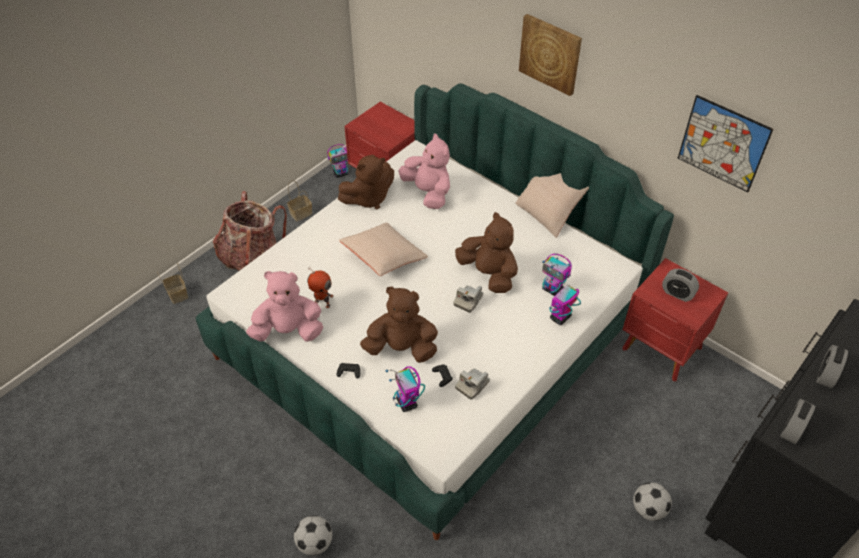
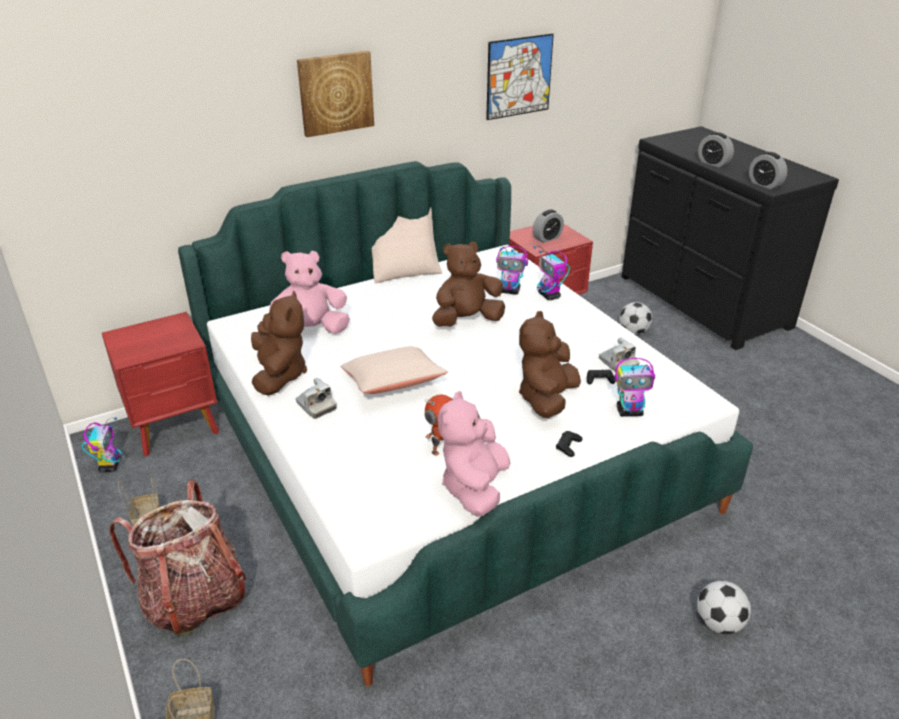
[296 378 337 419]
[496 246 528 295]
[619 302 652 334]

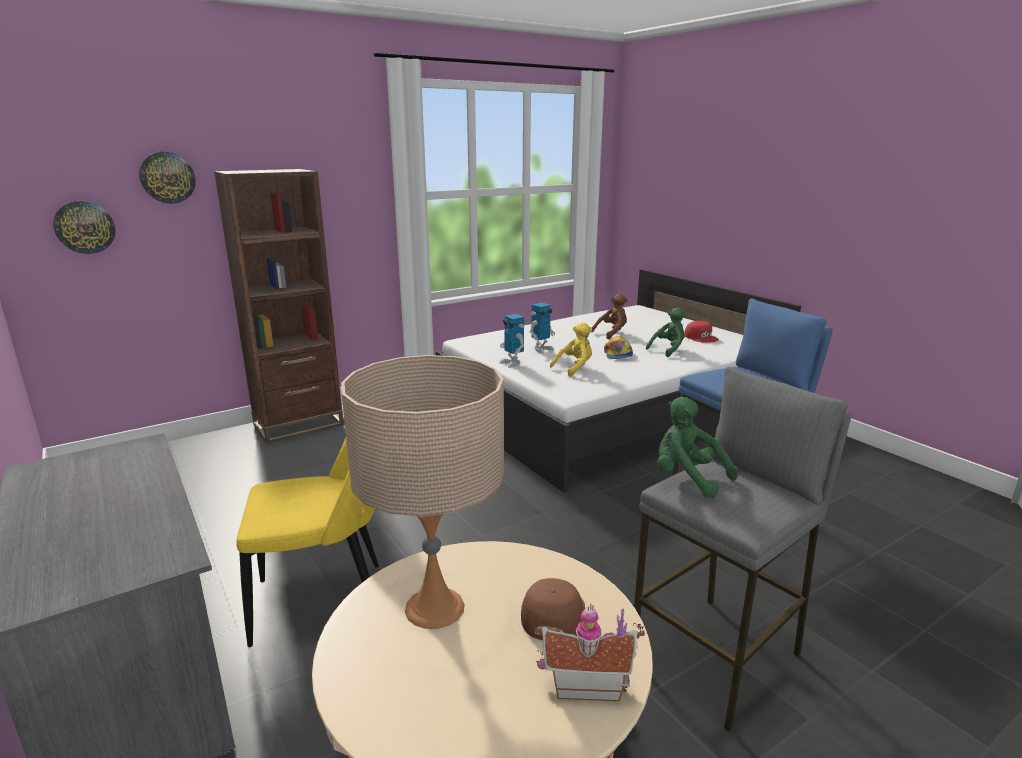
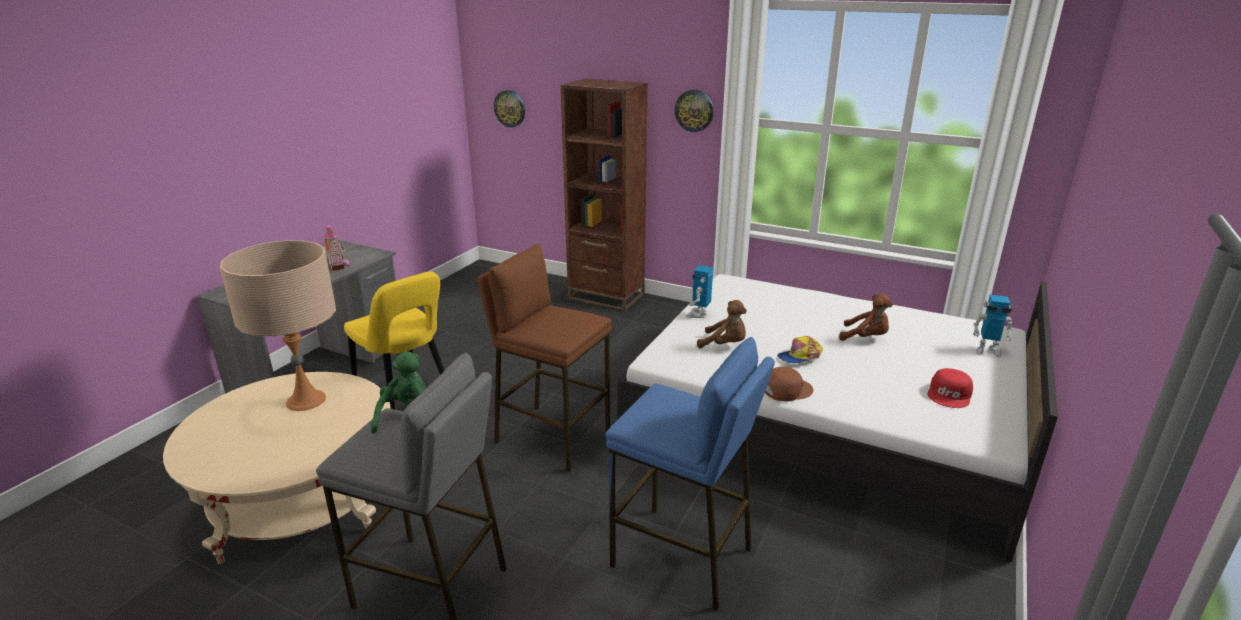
[324 223 350 271]
[477 244 612 472]
[675 90 714 132]
[697 300 747 348]
[765 367 813 401]
[973 295 1012 358]
[646 308 686 357] (first image)

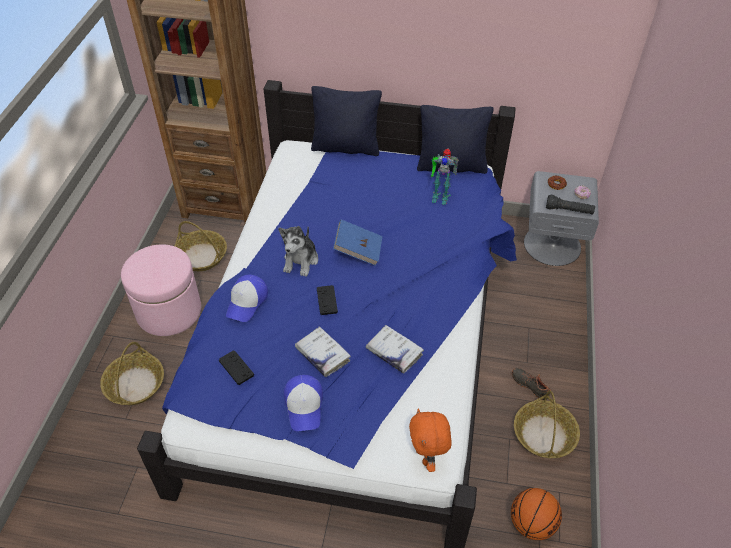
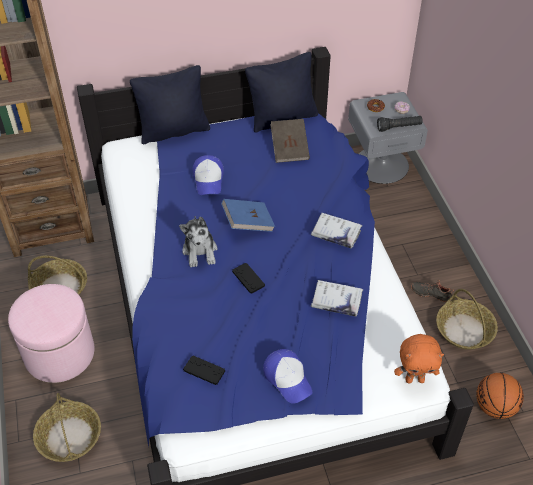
[193 155 224 195]
[270 119 310 163]
[311 213 362 248]
[394 334 444 383]

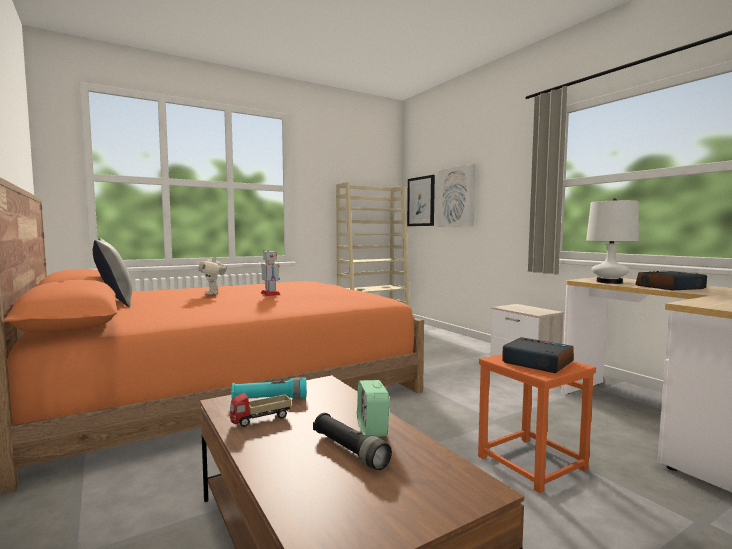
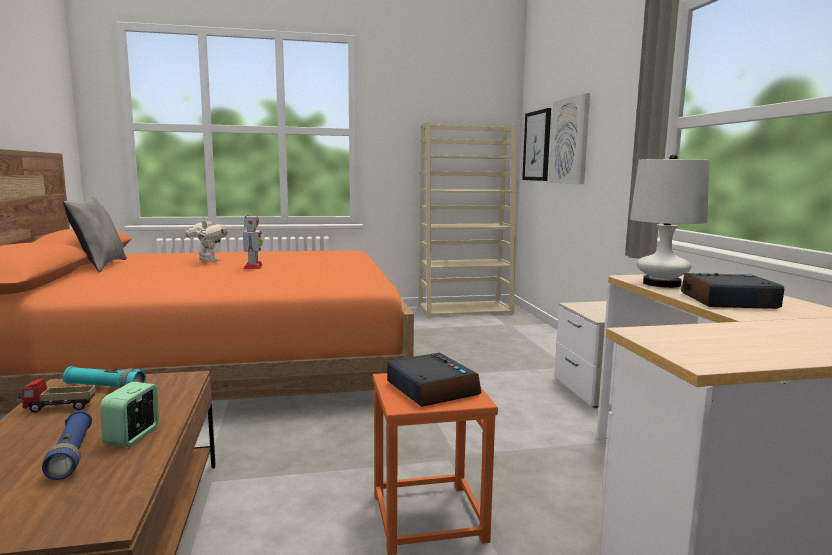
[42 411 92 480]
[185 217 227 262]

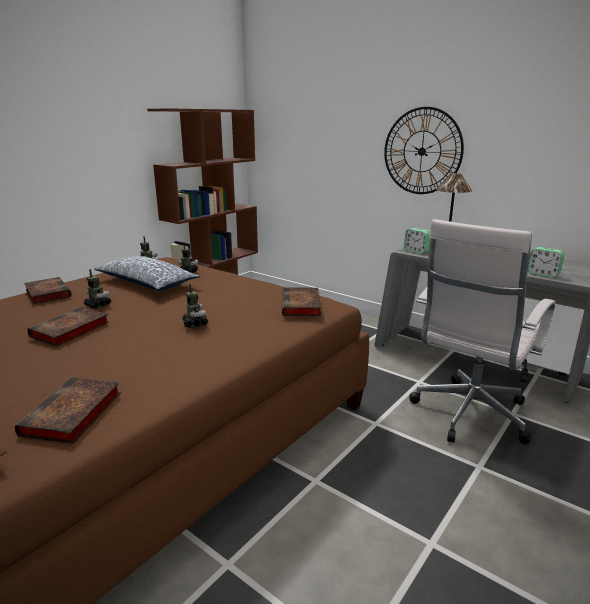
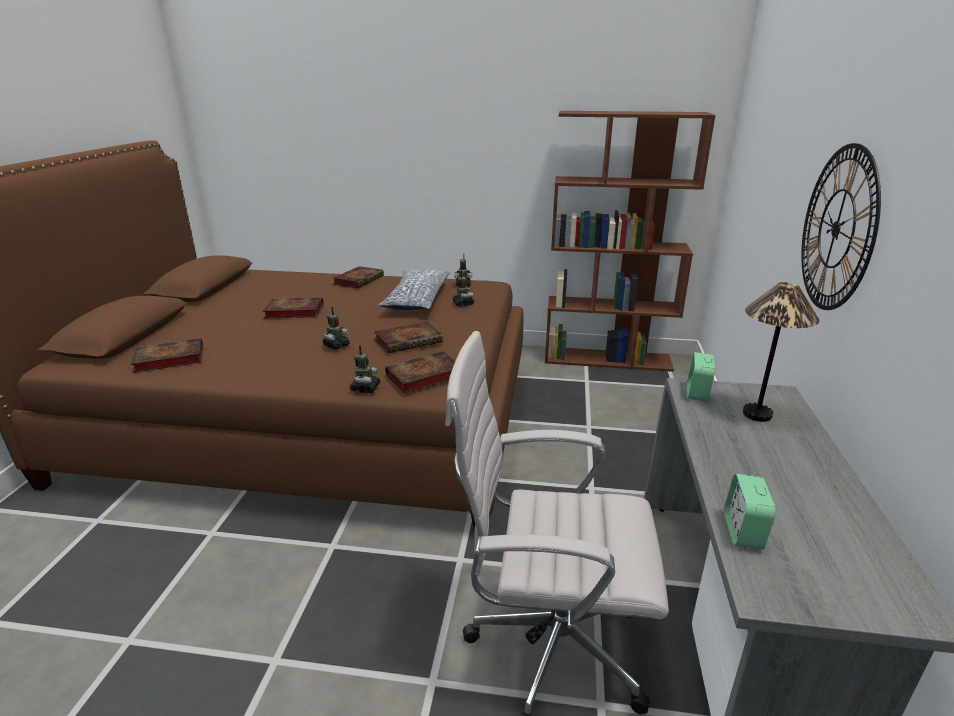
[349 345 380 393]
[374 322 443 353]

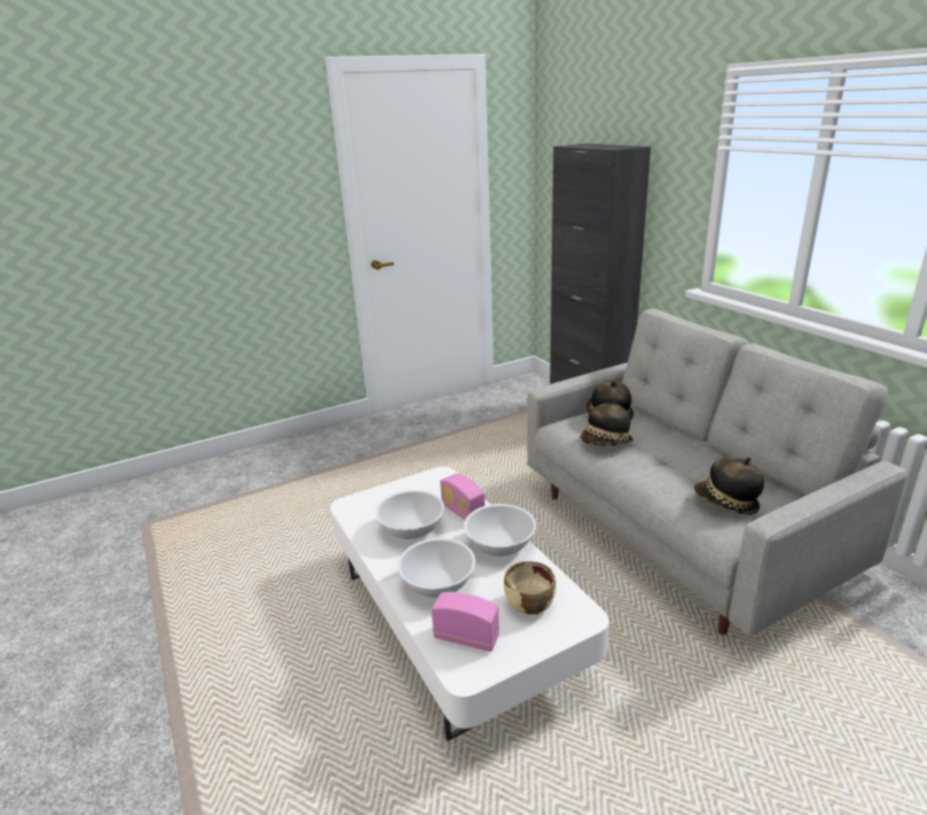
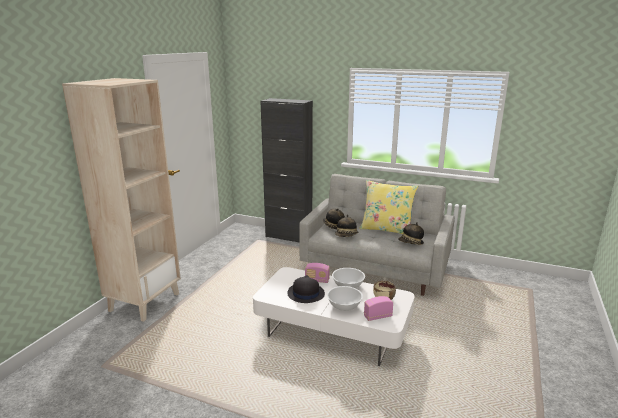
[62 78 181 322]
[287 275 325 303]
[359 180 418 234]

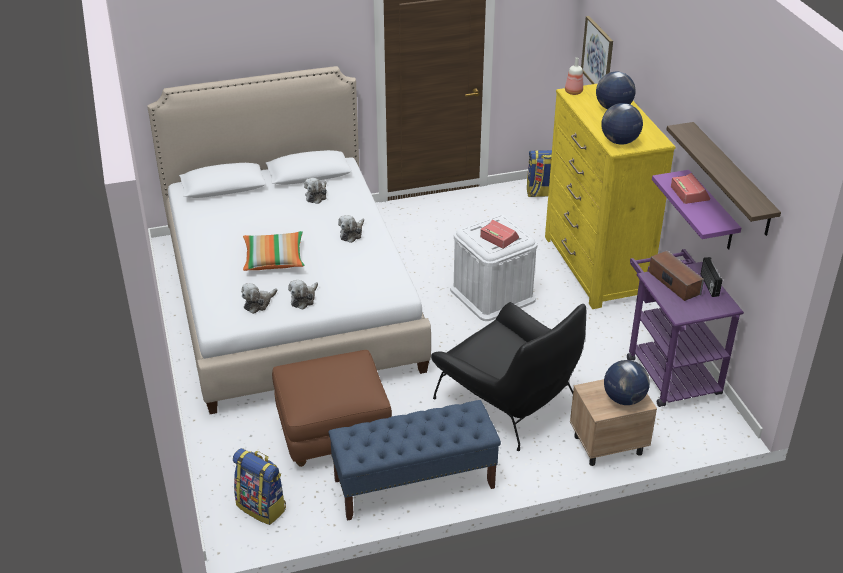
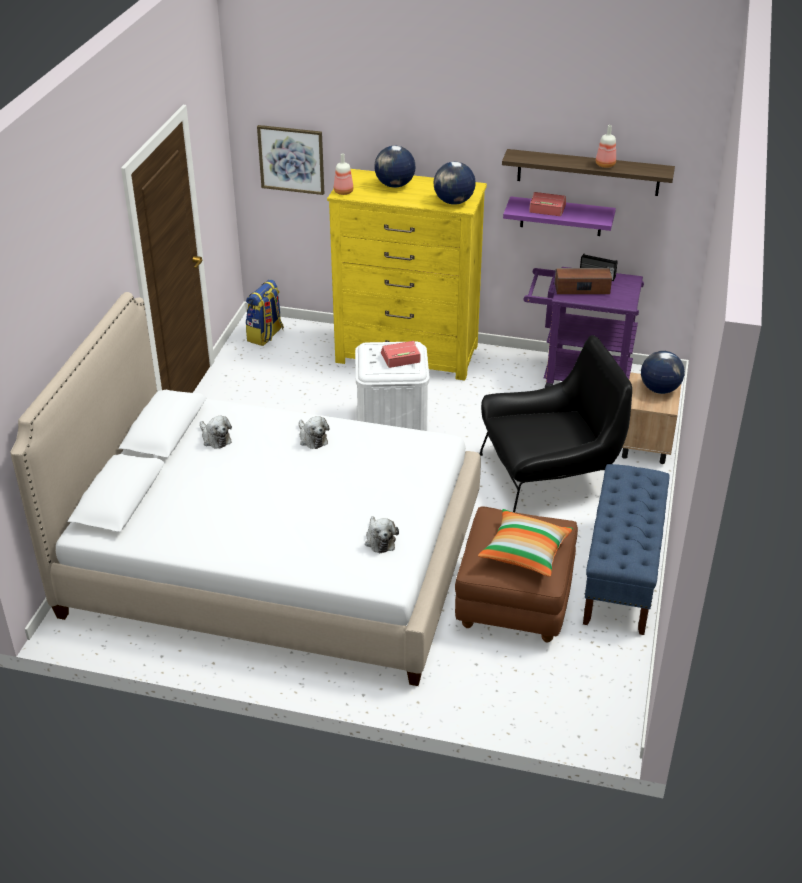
[478 509 573 577]
[596 125 616 168]
[233 448 286 525] (first image)
[288 280 318 310] (first image)

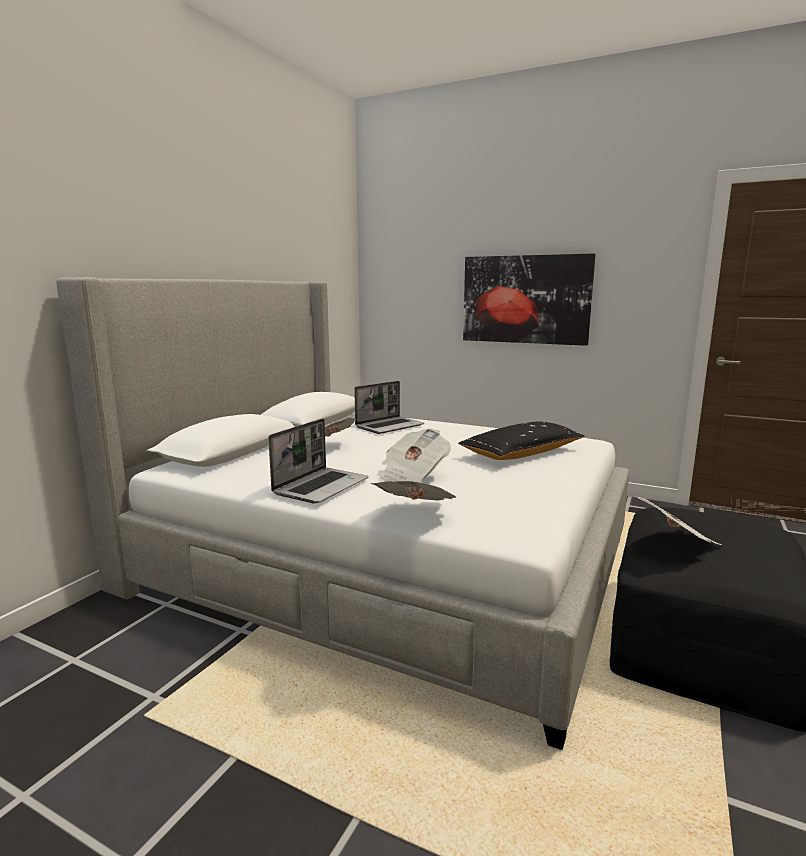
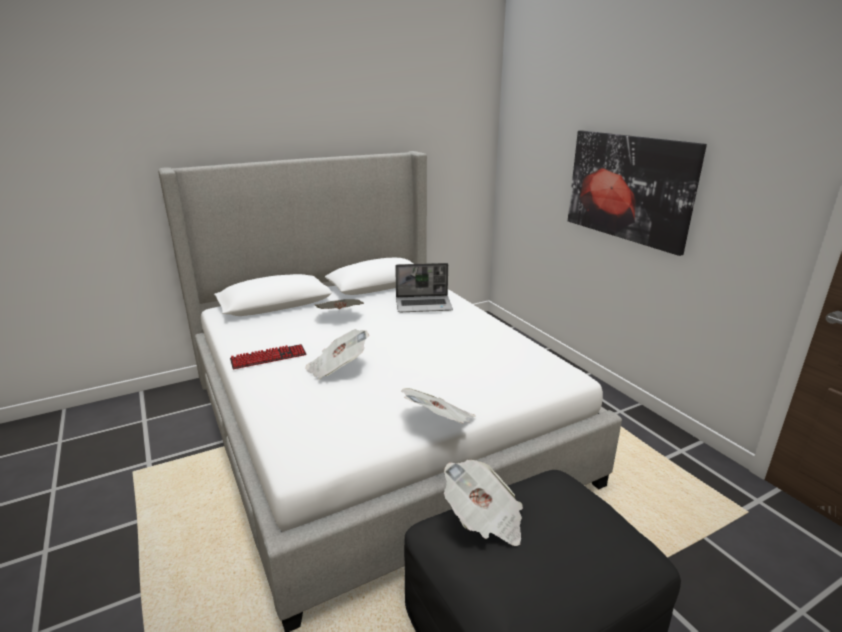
[230 344 306 369]
[401 388 476 423]
[458 421 585 460] (first image)

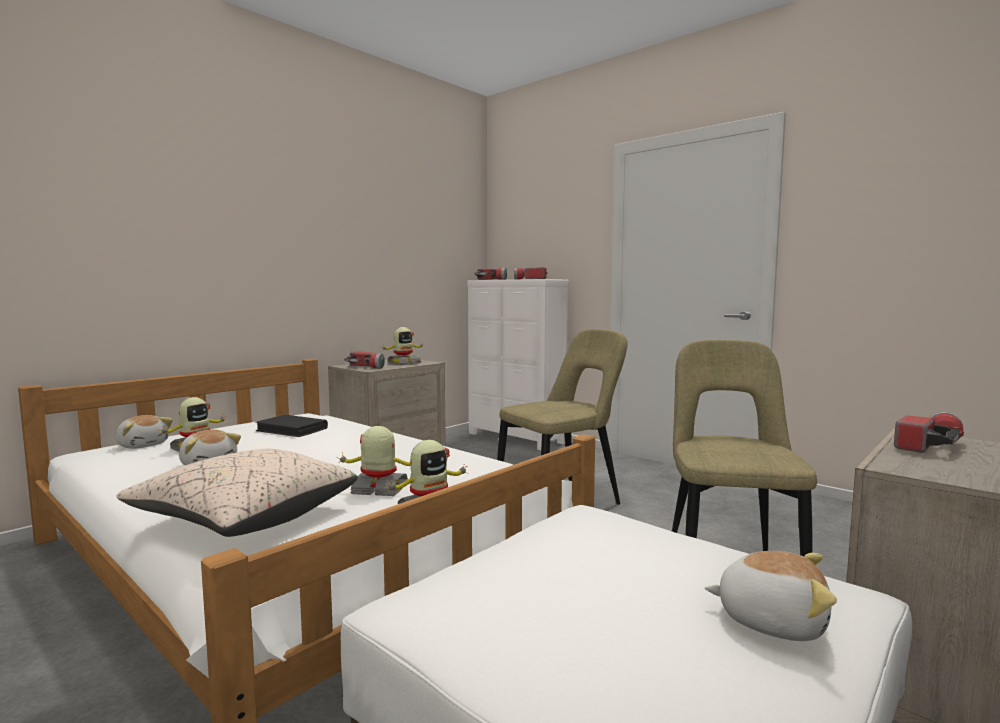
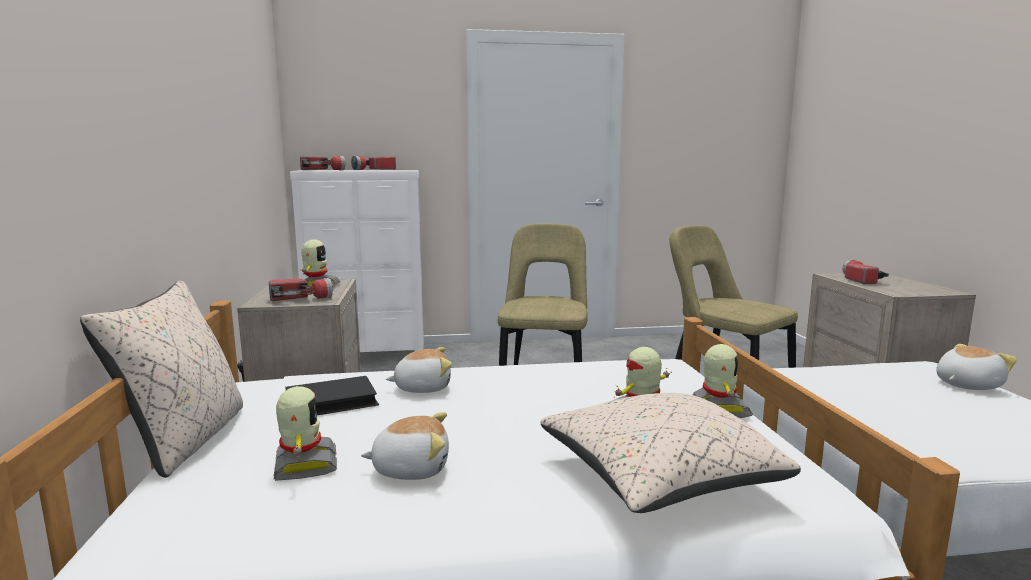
[80 281 243 478]
[386 347 452 393]

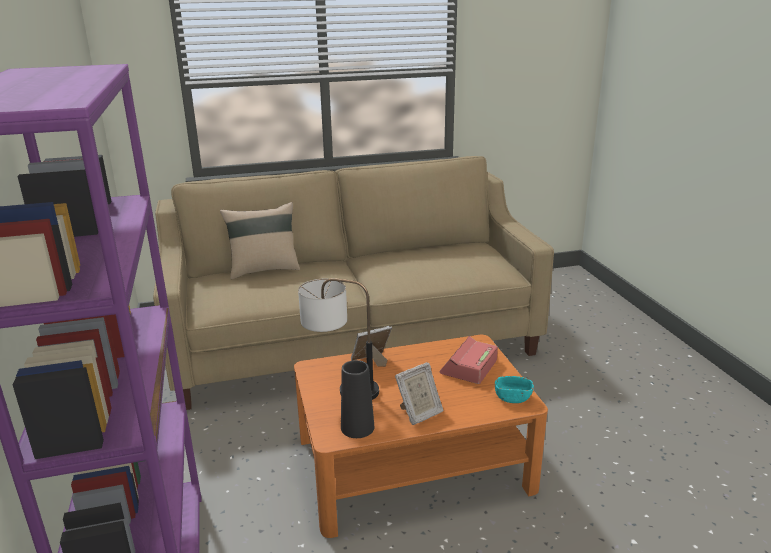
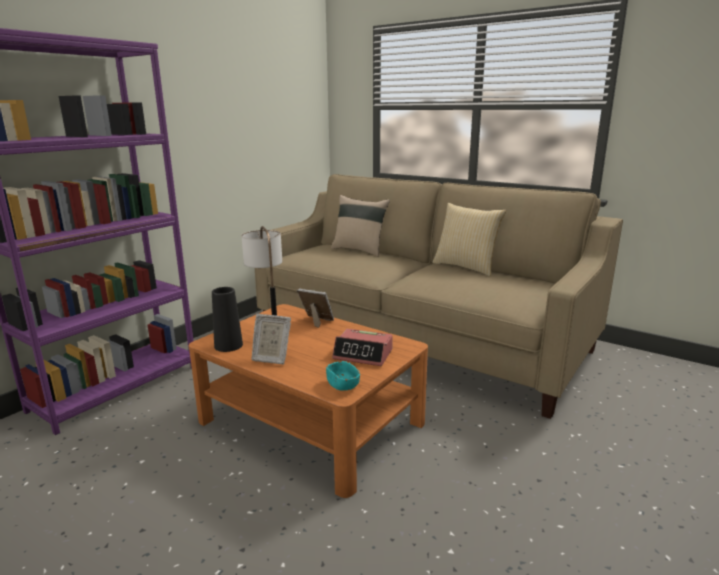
[332 329 393 366]
[433 203 506 276]

